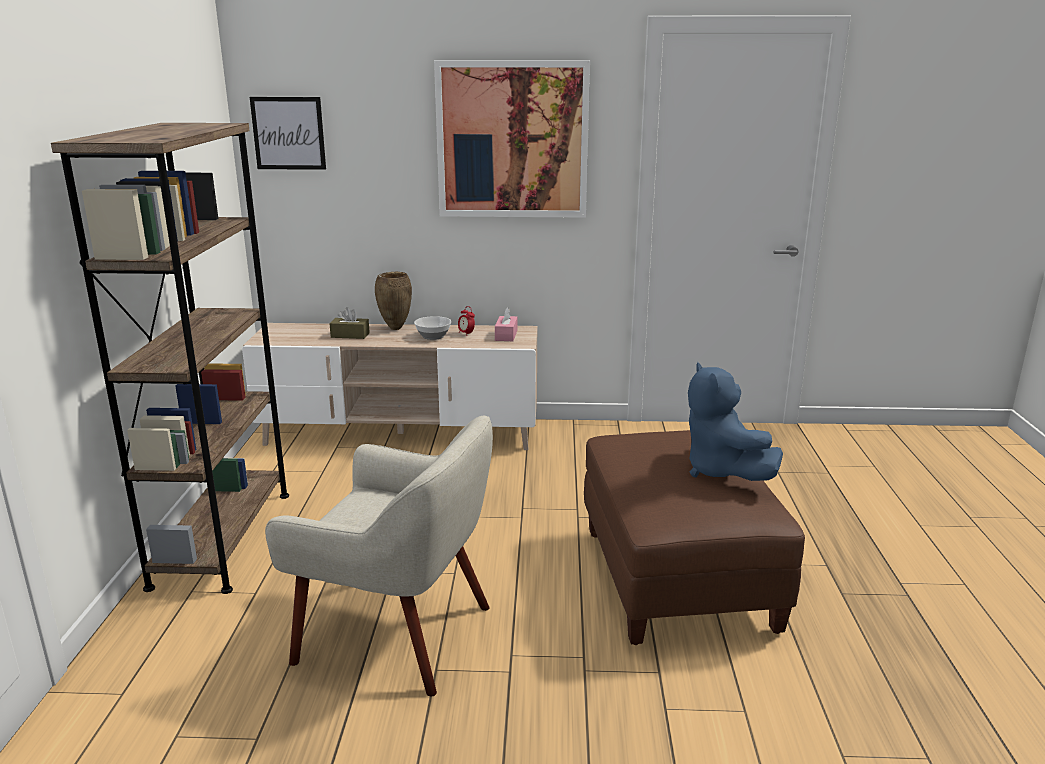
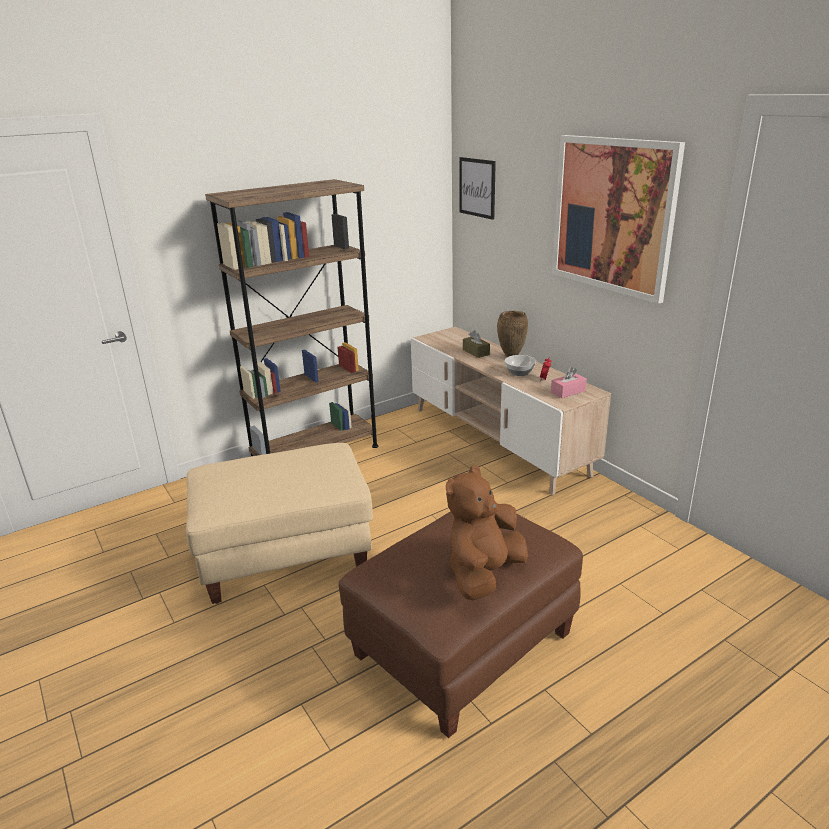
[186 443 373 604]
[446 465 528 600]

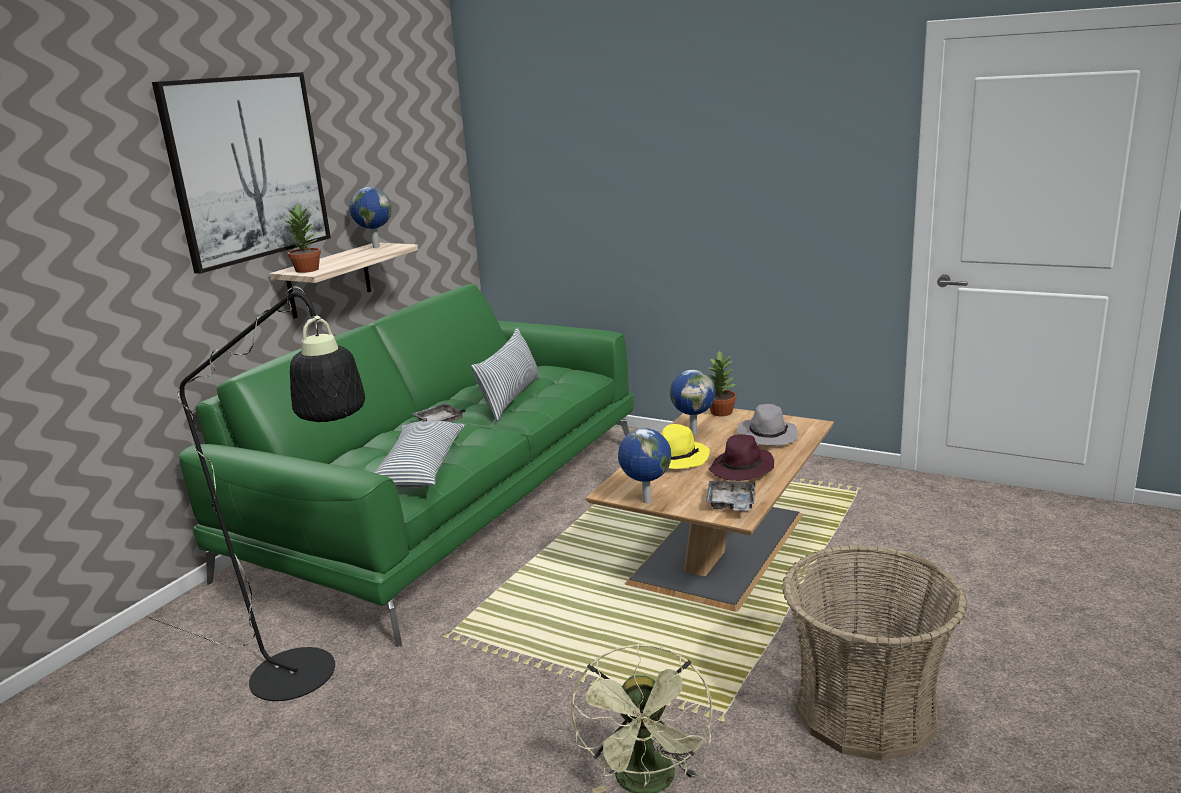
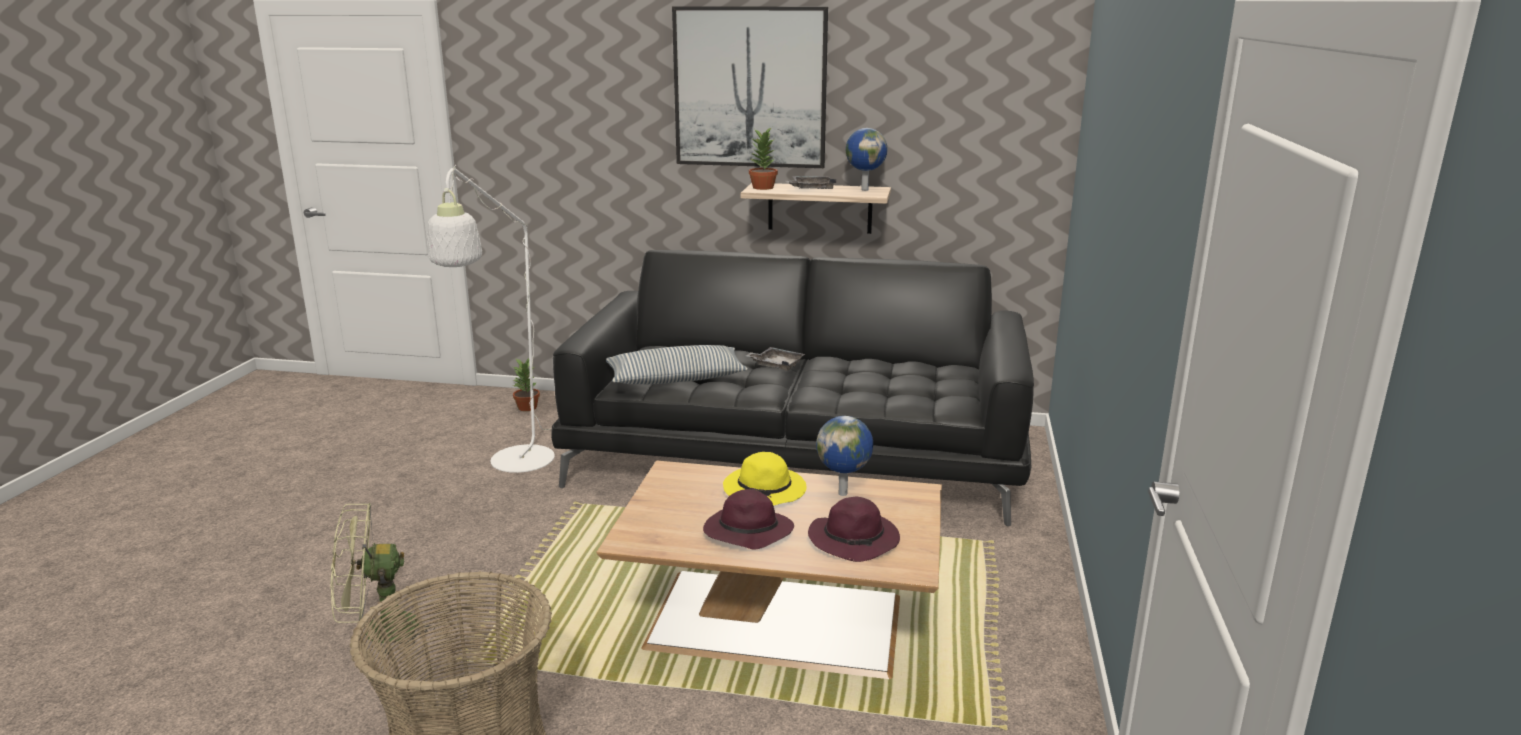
[427 165 555 473]
[513 358 540 411]
[551 250 1034 526]
[786 176 836 189]
[808 497 900 562]
[471 328 540 421] (first image)
[618 428 671 503] (first image)

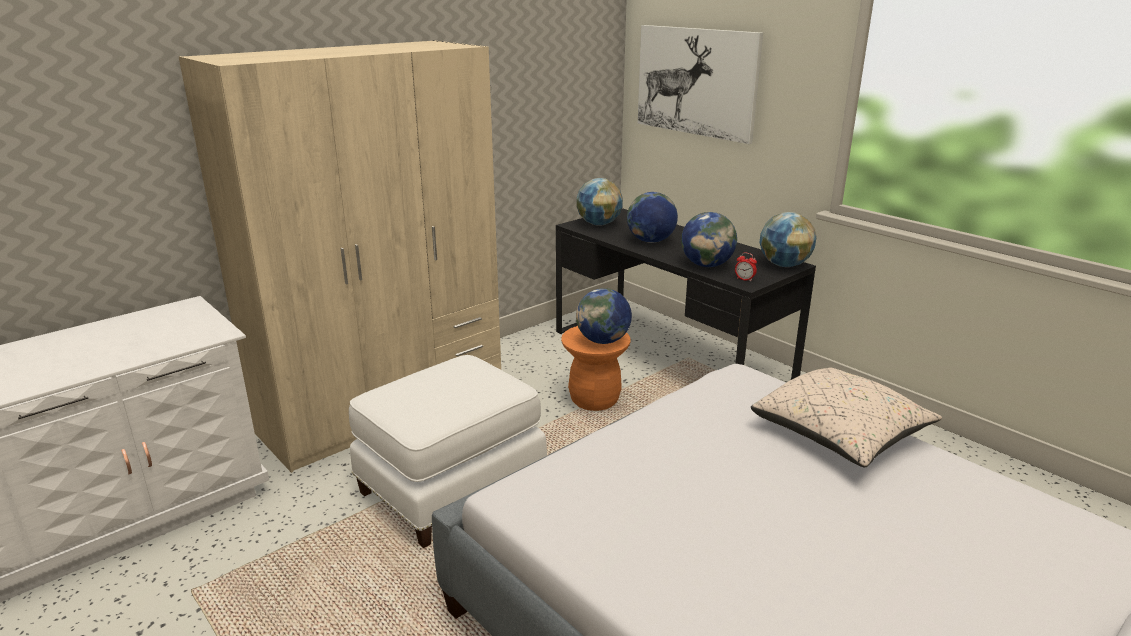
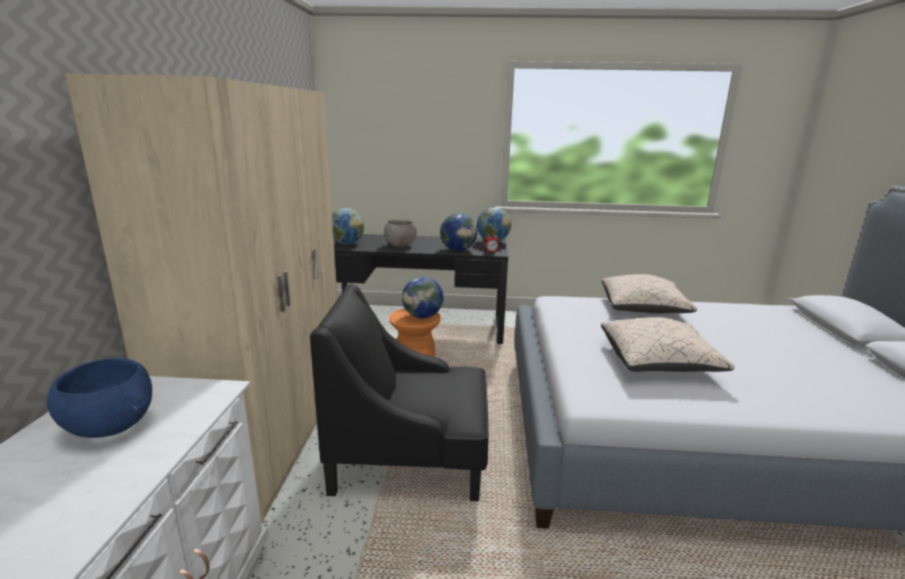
[47 357 152 438]
[310 284 489 501]
[384 220 417 246]
[601 317 735 372]
[638 25 763 144] (first image)

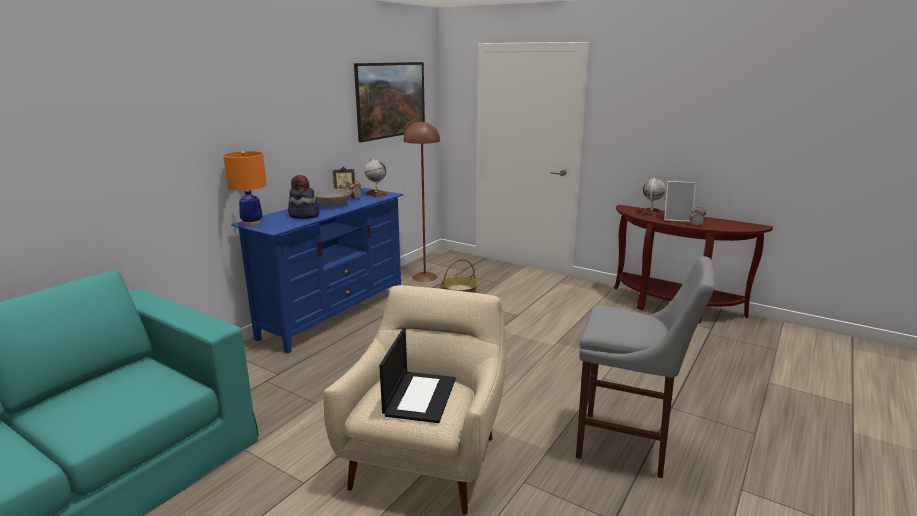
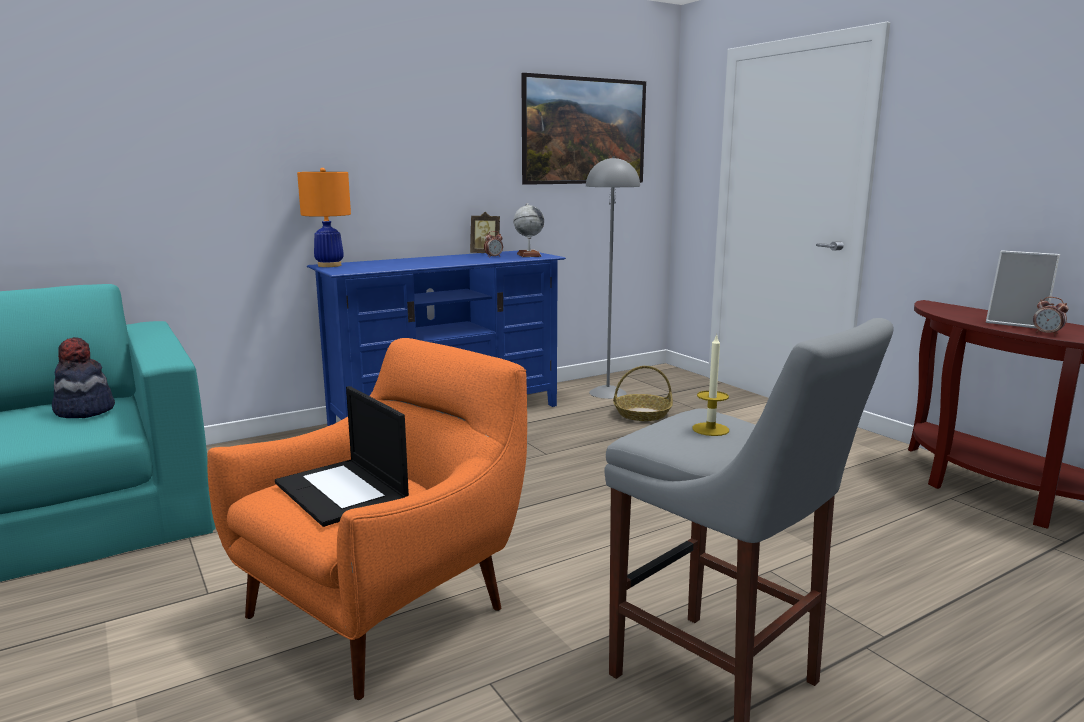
[52 337 115 418]
[207 338 527 700]
[275 386 409 527]
[586 157 640 399]
[692 333 729 436]
[314 189 352 206] (first image)
[642 178 666 216] (first image)

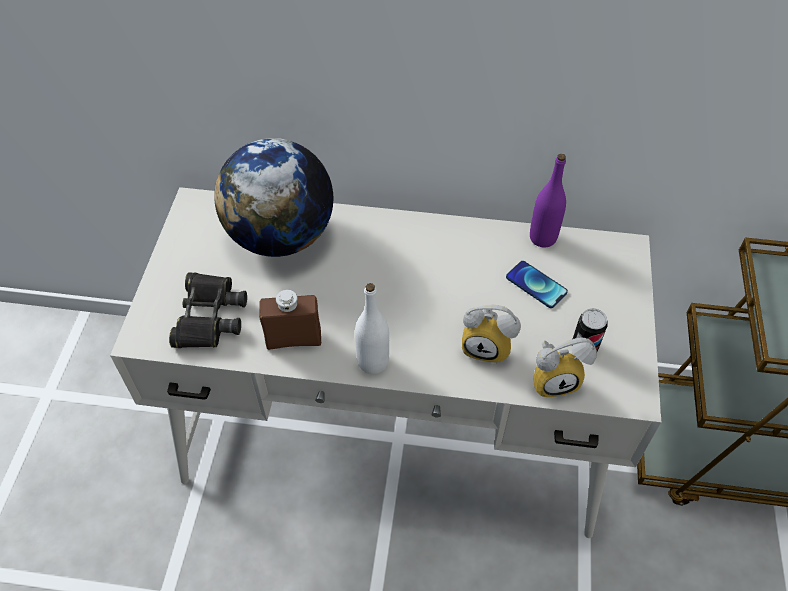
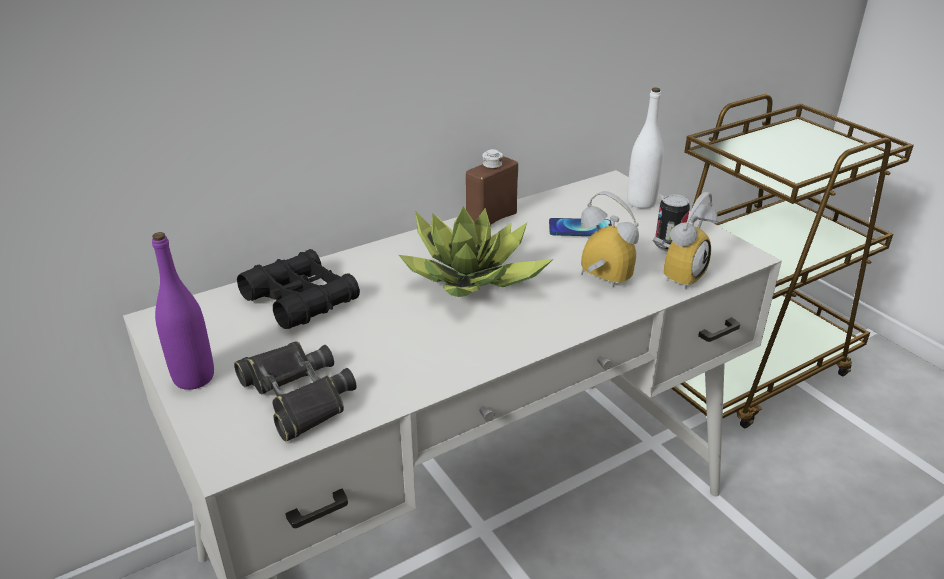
[152 232 214 390]
[237 249 360 329]
[399 206 553 297]
[466 149 518 225]
[581 191 639 288]
[627 88 664 209]

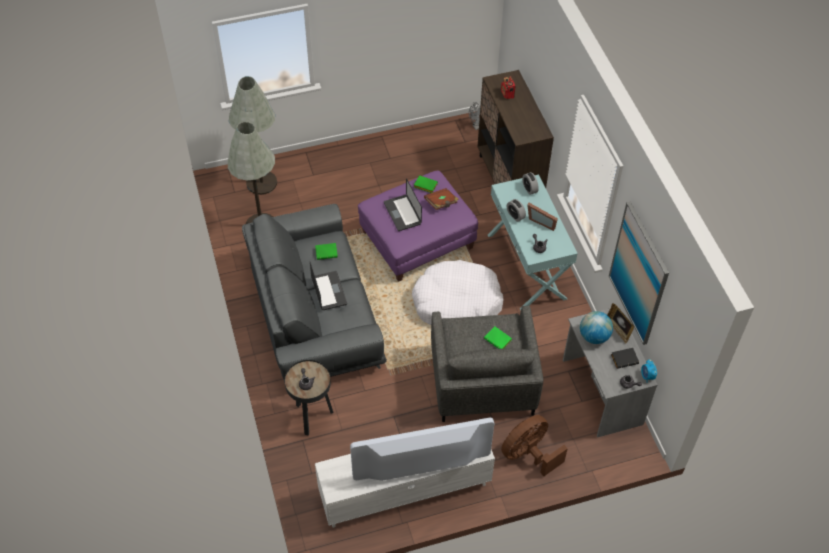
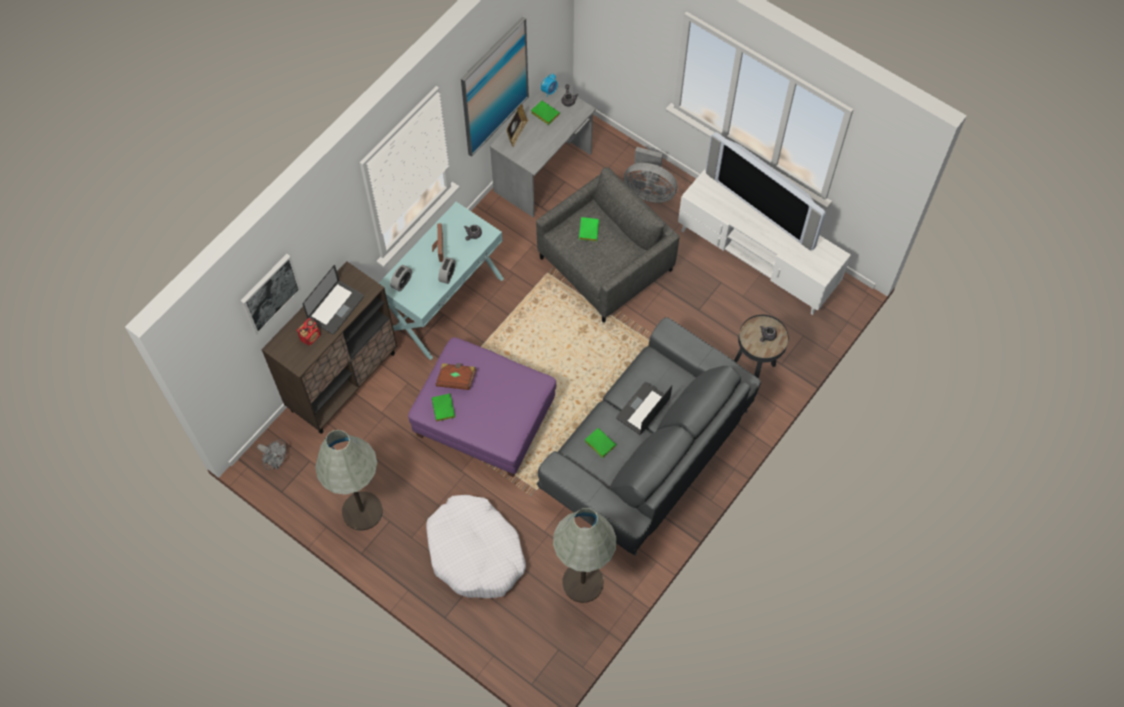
[240 254 301 335]
[303 265 364 335]
[315 430 383 531]
[426 495 526 598]
[531 101 560 125]
[624 147 677 203]
[580 311 613 344] (first image)

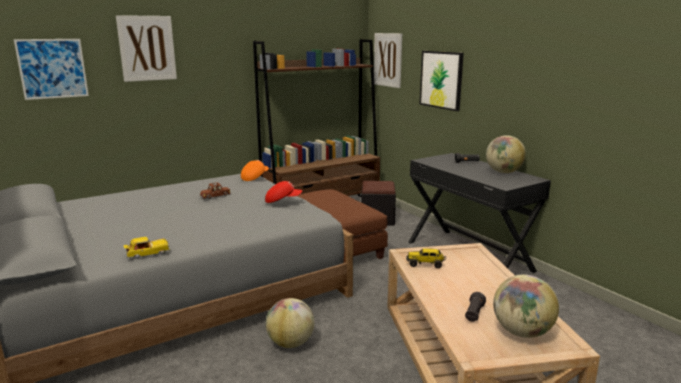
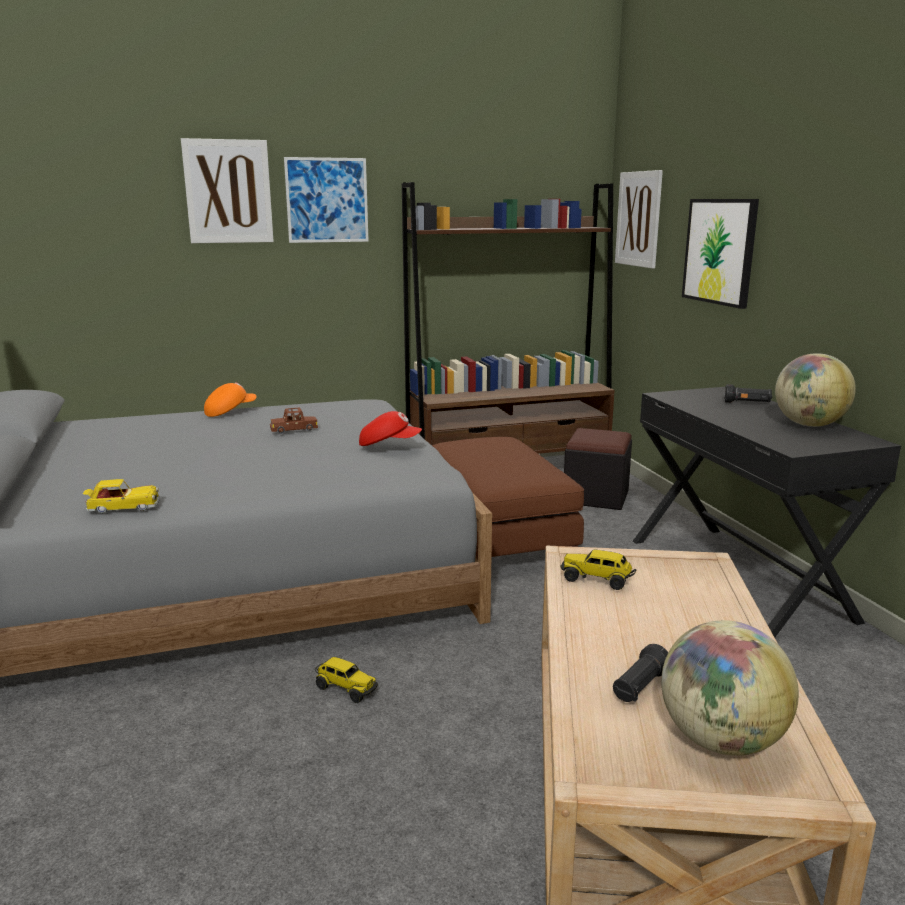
[204 382 257 417]
[284 157 369 243]
[315 657 378 703]

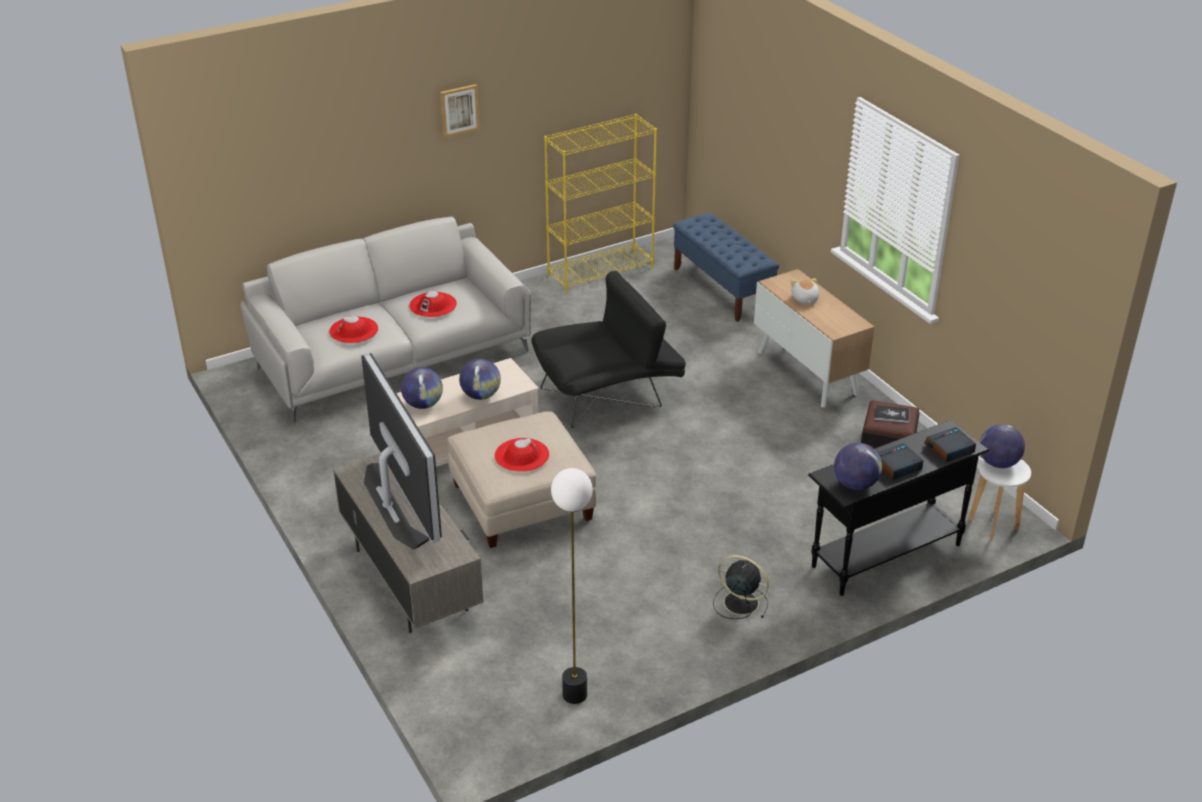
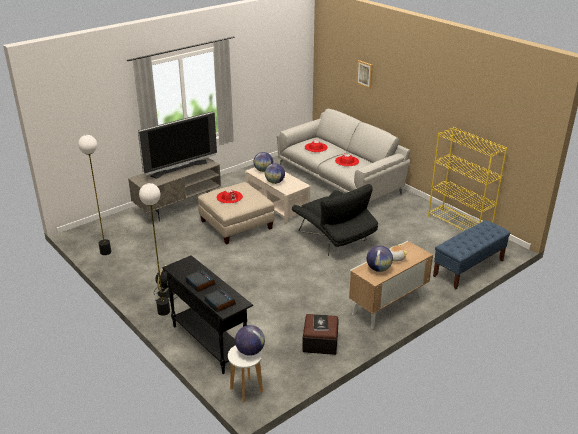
[139 183 170 316]
[356 60 373 89]
[367 246 393 272]

